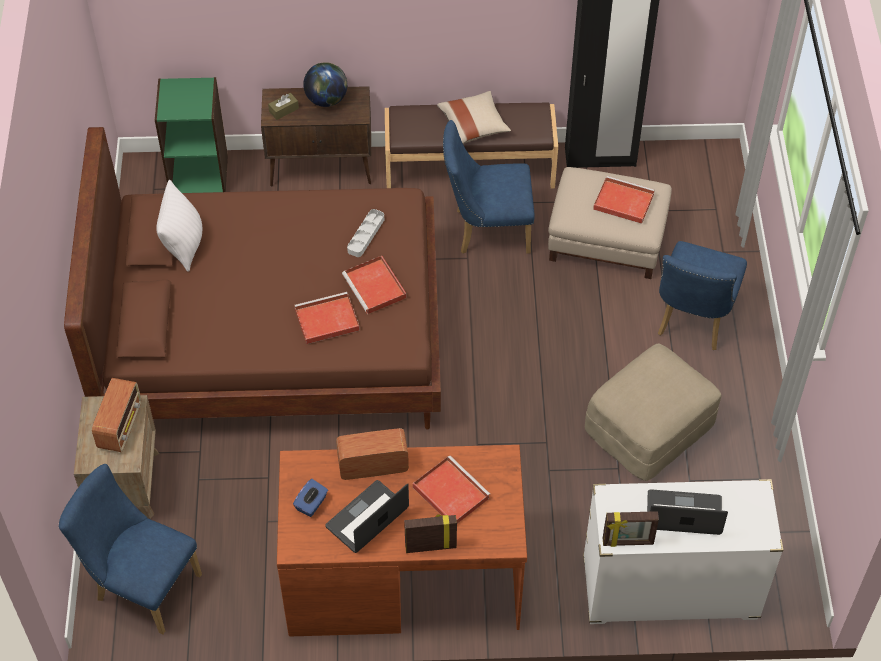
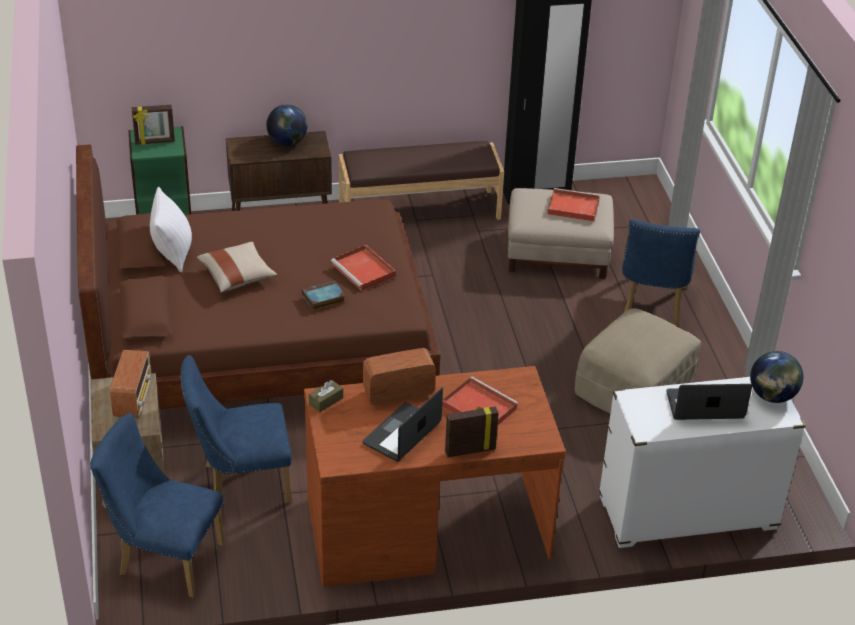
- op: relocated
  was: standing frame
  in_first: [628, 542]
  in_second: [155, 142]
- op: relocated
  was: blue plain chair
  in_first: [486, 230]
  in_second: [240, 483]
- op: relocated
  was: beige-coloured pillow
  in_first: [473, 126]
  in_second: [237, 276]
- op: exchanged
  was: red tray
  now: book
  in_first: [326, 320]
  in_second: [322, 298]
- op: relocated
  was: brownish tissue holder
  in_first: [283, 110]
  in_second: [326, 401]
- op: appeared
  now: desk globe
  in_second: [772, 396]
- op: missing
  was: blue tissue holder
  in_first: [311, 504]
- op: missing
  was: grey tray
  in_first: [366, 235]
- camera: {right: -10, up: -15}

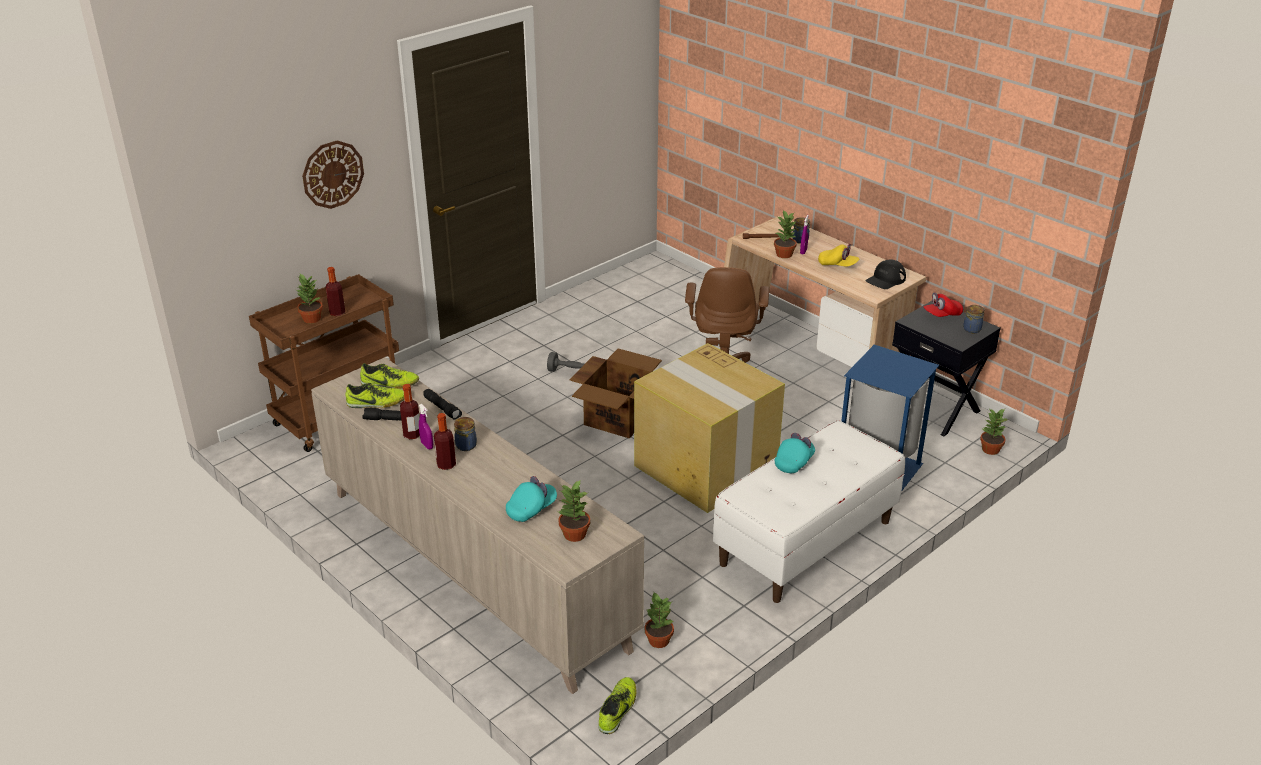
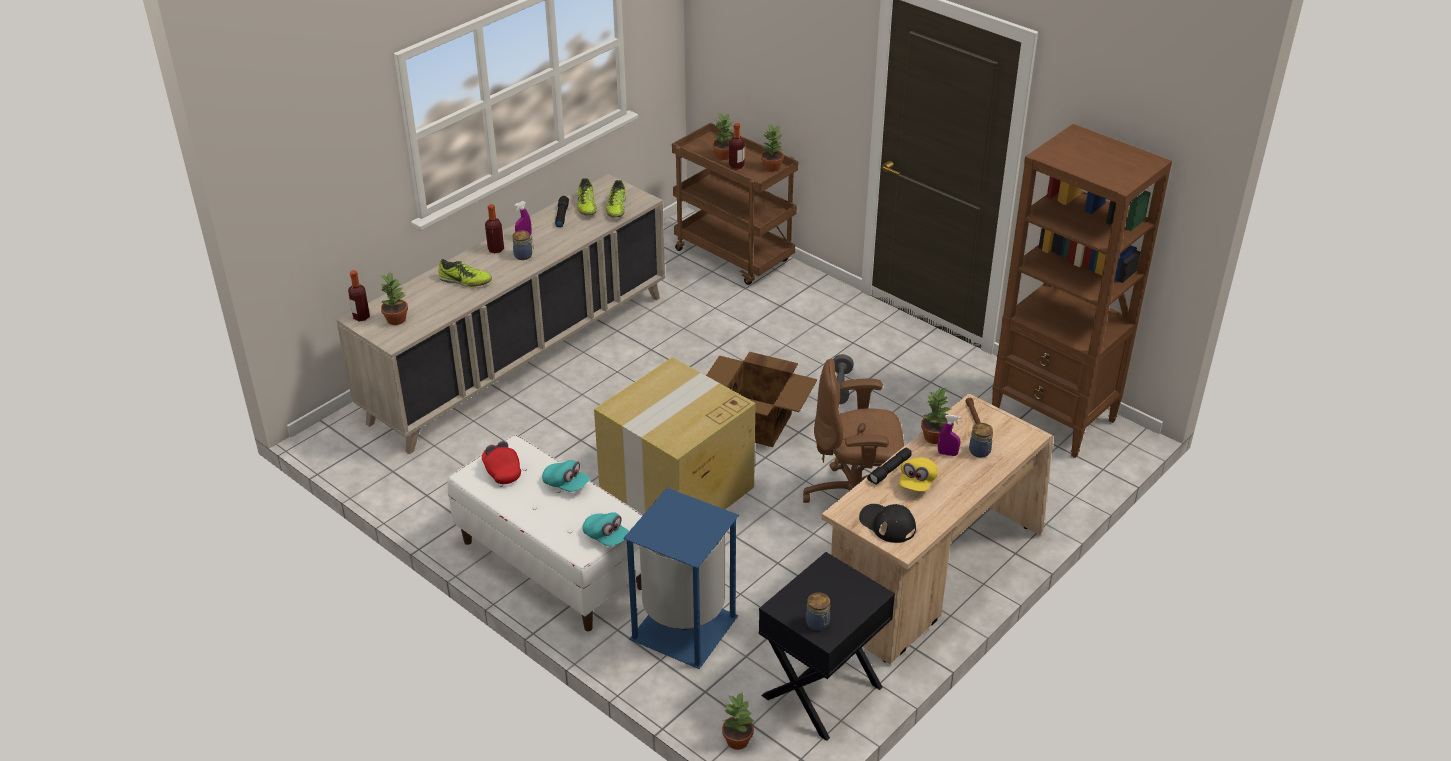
- op: relocated
  was: drink bottle
  in_first: [412, 434]
  in_second: [361, 317]
- op: relocated
  was: shoe
  in_first: [618, 709]
  in_second: [465, 281]
- op: relocated
  was: red cap
  in_first: [942, 315]
  in_second: [502, 471]
- op: relocated
  was: turquoise cap
  in_first: [531, 509]
  in_second: [606, 537]
- op: relocated
  was: potted plant
  in_first: [658, 640]
  in_second: [772, 167]
- op: relocated
  was: blackish torch
  in_first: [443, 408]
  in_second: [890, 471]
- op: appeared
  now: brownish bookcase
  in_second: [1054, 419]
- op: missing
  was: clock on the wall
  in_first: [332, 174]
- camera: {right: 85, up: 5}

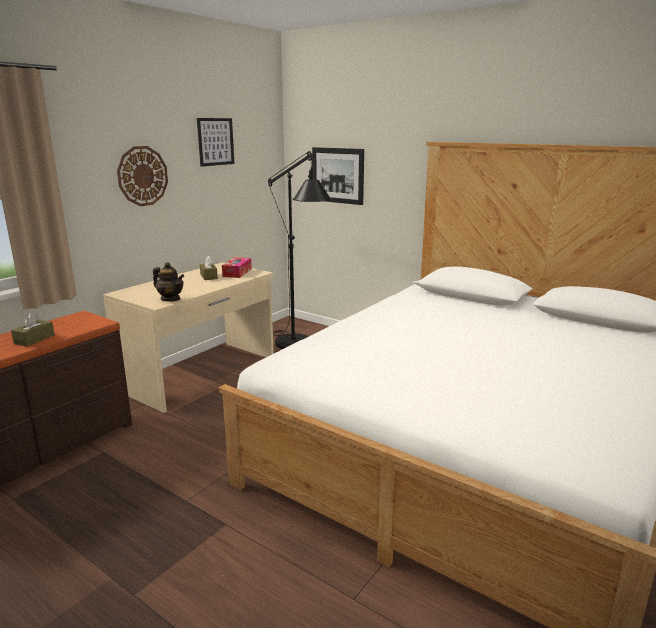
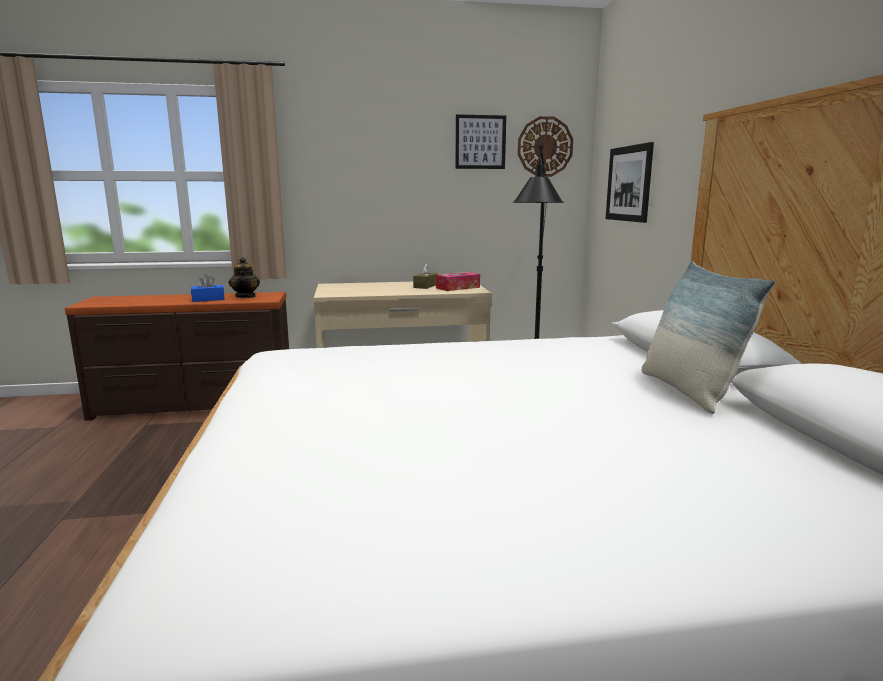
- op: colour
  was: brownish tissue holder
  now: blue tissue holder
  in_first: [34, 339]
  in_second: [208, 299]
- op: relocated
  was: tea pot
  in_first: [170, 299]
  in_second: [246, 296]
- op: relocated
  was: clock on the wall
  in_first: [142, 176]
  in_second: [545, 147]
- op: appeared
  now: pillow
  in_second: [688, 391]
- camera: {right: 45, up: -5}

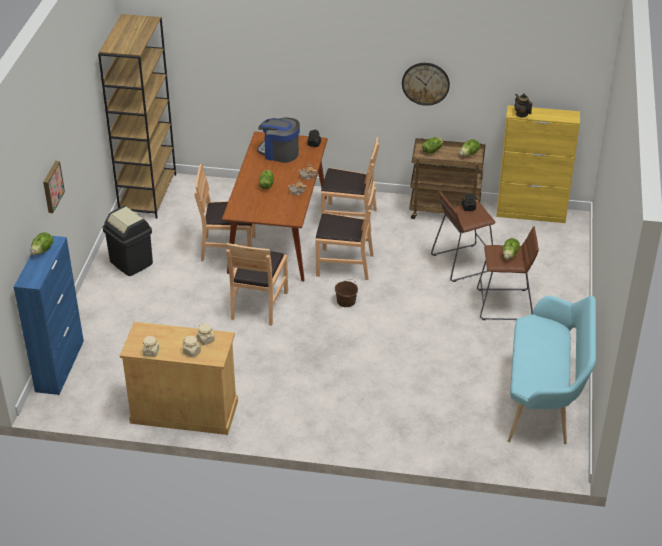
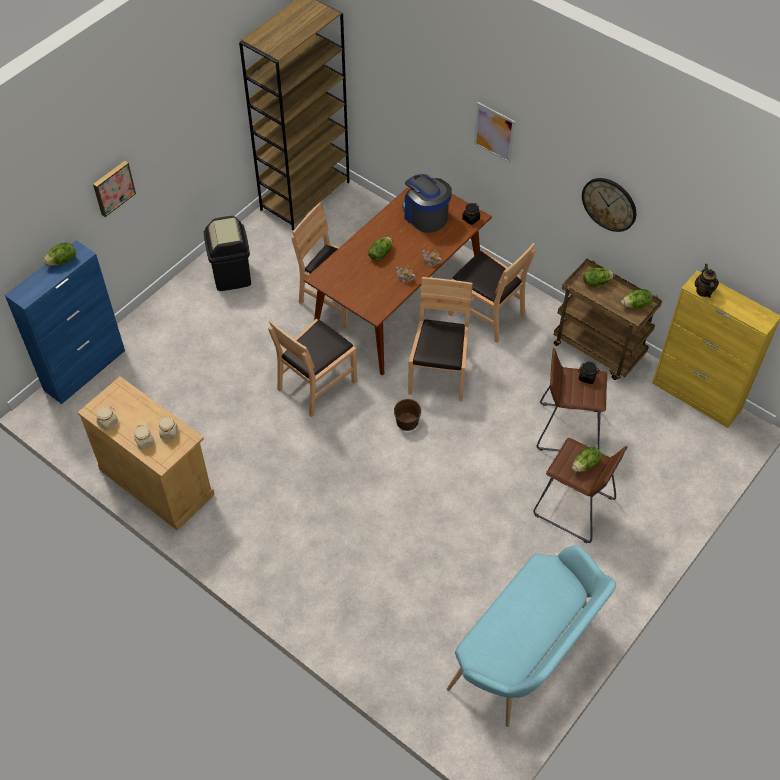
- op: spun
  was: brownish plain chair
  in_first: [344, 264]
  in_second: [439, 373]
  clockwise: -120
- op: appeared
  now: wall picture
  in_second: [494, 132]
- camera: {right: 30, up: 15}

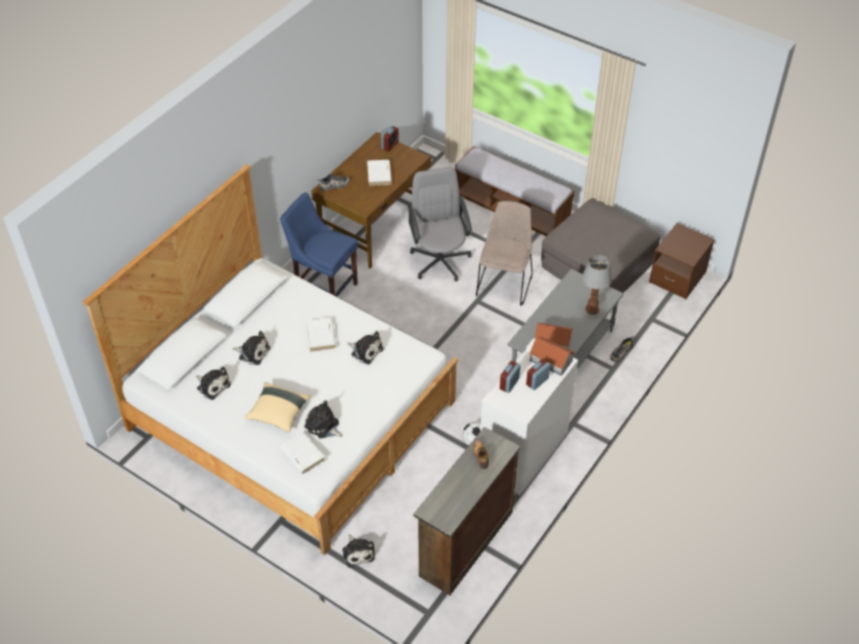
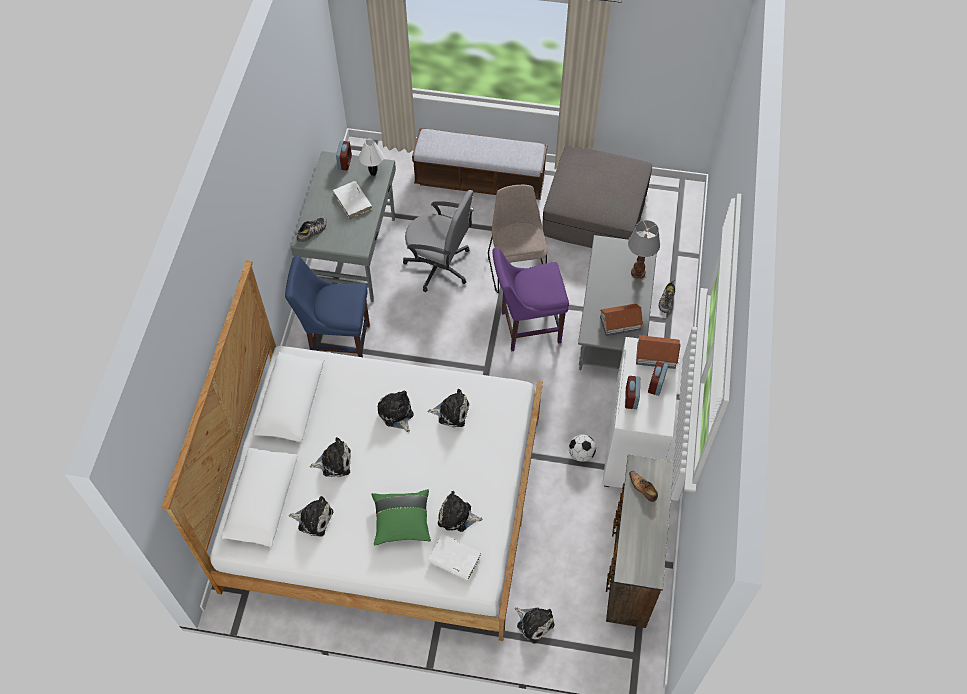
- op: colour
  was: brownish desk table
  now: grey desk table
  in_first: [374, 228]
  in_second: [352, 254]
- op: appeared
  now: white-coloured lamp for a table
  in_second: [373, 173]
- op: colour
  was: beige-coloured pillow
  now: green-coloured pillow
  in_first: [278, 413]
  in_second: [402, 521]
- op: exchanged
  was: white-coloured book
  now: plush toy
  in_first: [321, 336]
  in_second: [396, 414]
- op: spun
  was: grey office chair
  in_first: [440, 260]
  in_second: [439, 266]
  clockwise: 150
- op: appeared
  now: purple-coloured plain chair
  in_second: [527, 327]
- op: missing
  was: brownish night table
  in_first: [677, 277]
- camera: {right: -25, up: 10}

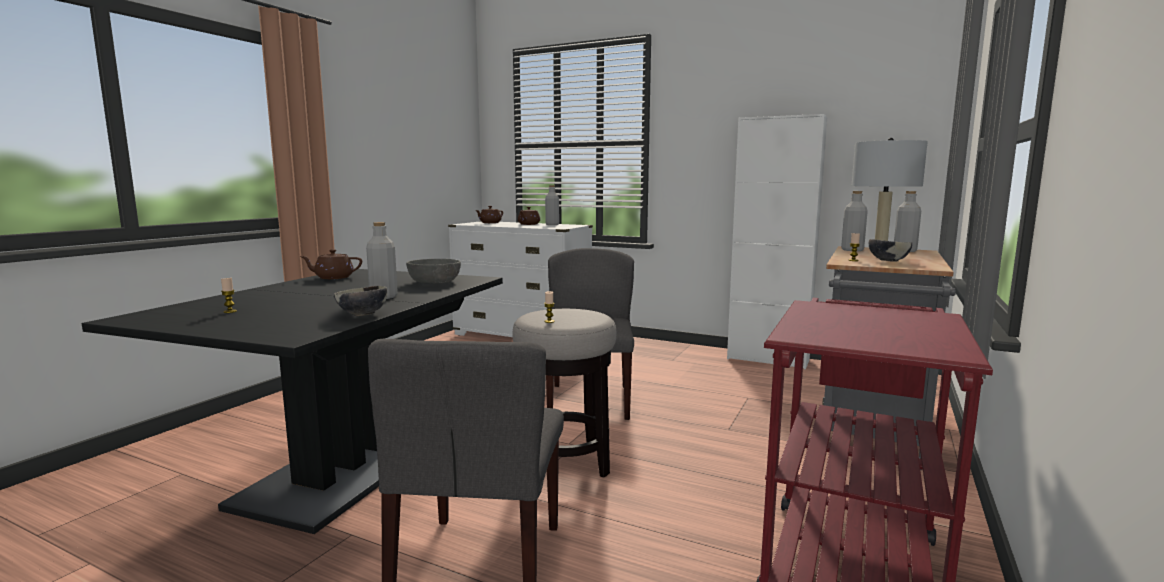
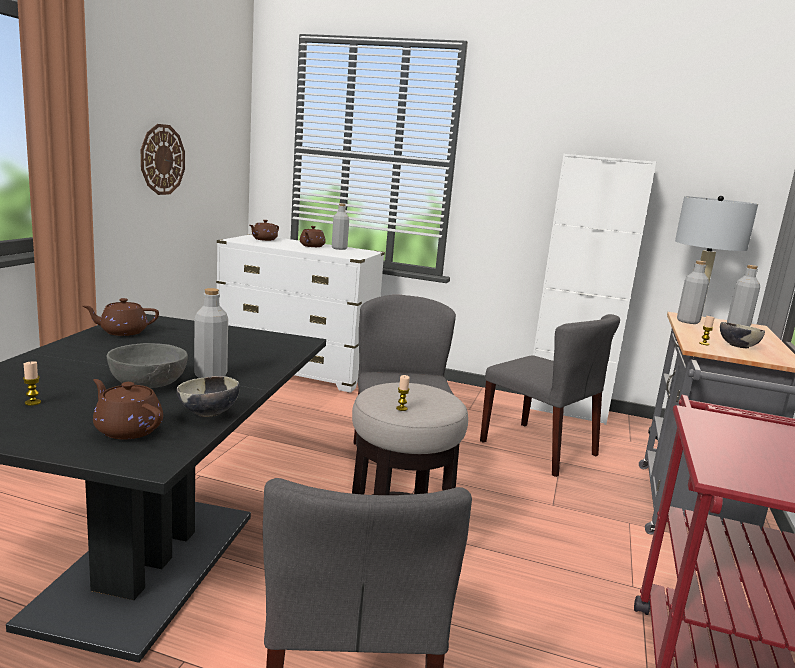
- op: appeared
  now: brownish tea pot
  in_second: [127, 429]
- op: relocated
  was: grey deep dish
  in_first: [434, 282]
  in_second: [148, 381]
- op: appeared
  now: clock on the wall
  in_second: [162, 159]
- op: appeared
  now: grey plain chair
  in_second: [539, 448]
- camera: {right: -10, up: 5}

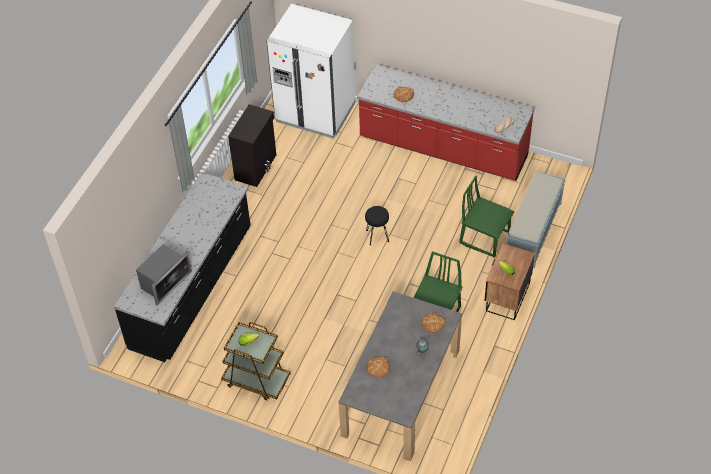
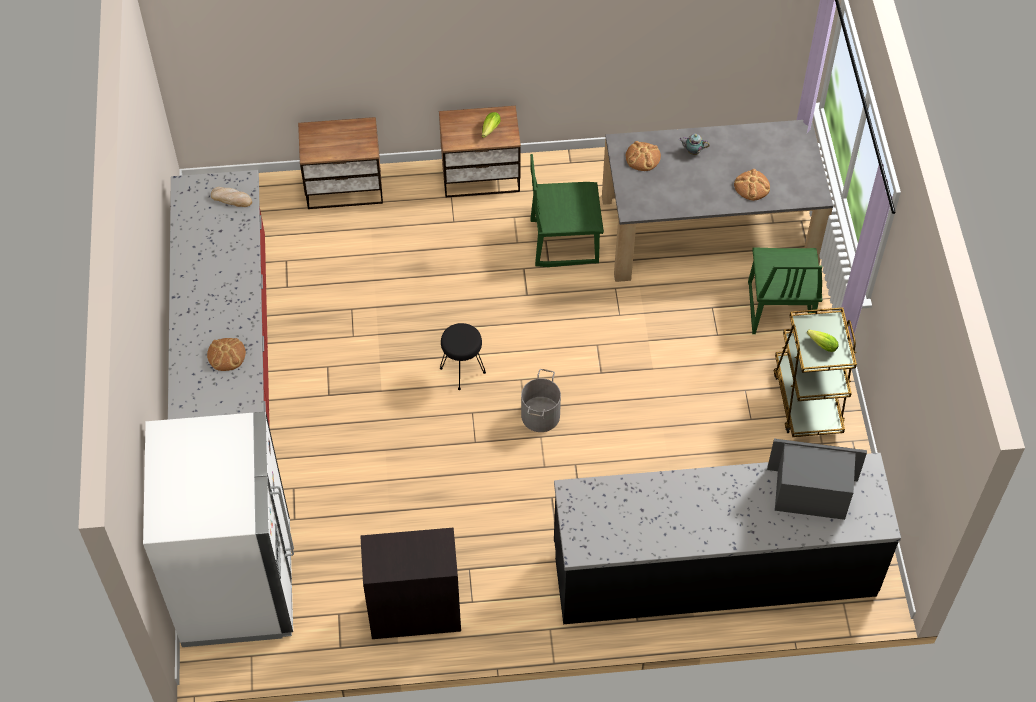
- op: exchanged
  was: grey long seat
  now: night table
  in_first: [533, 231]
  in_second: [345, 189]
- op: appeared
  now: grey bucket
  in_second: [541, 415]
- op: relocated
  was: green-coloured plain chair
  in_first: [485, 237]
  in_second: [779, 308]
- camera: {right: -120, up: 5}

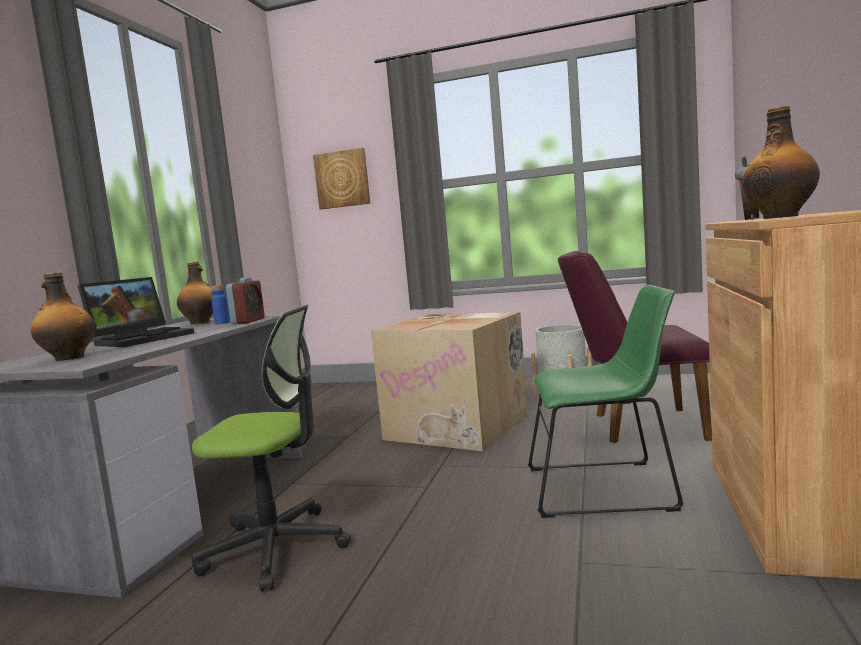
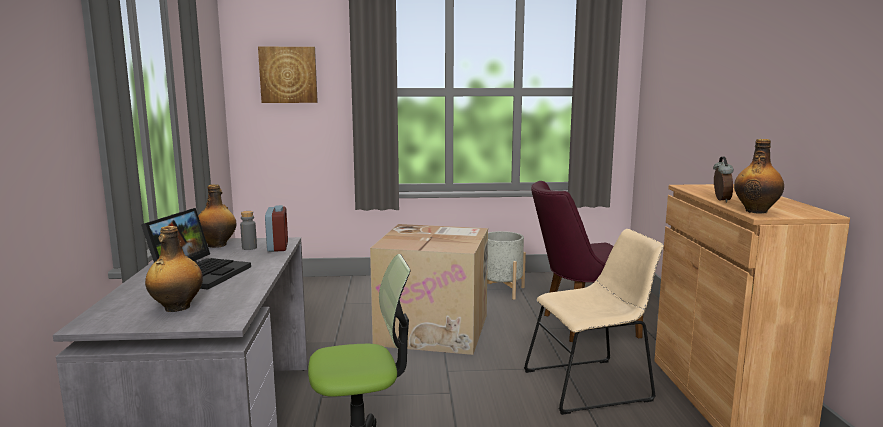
- op: colour
  was: blue drink bottle
  now: grey drink bottle
  in_first: [222, 323]
  in_second: [249, 248]
- op: colour
  was: green-coloured plain chair
  now: beige-coloured plain chair
  in_first: [606, 488]
  in_second: [592, 385]
- camera: {right: -20, up: 5}

